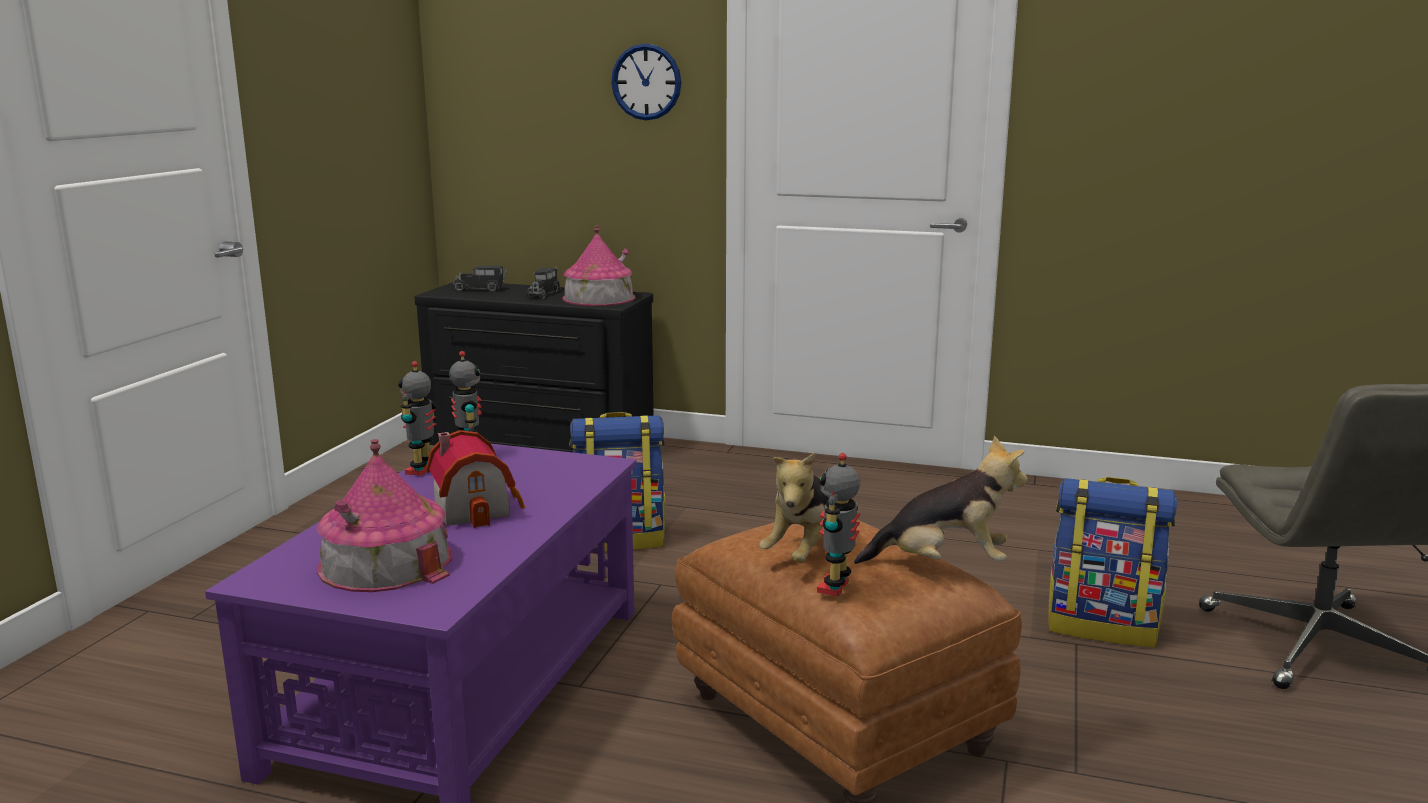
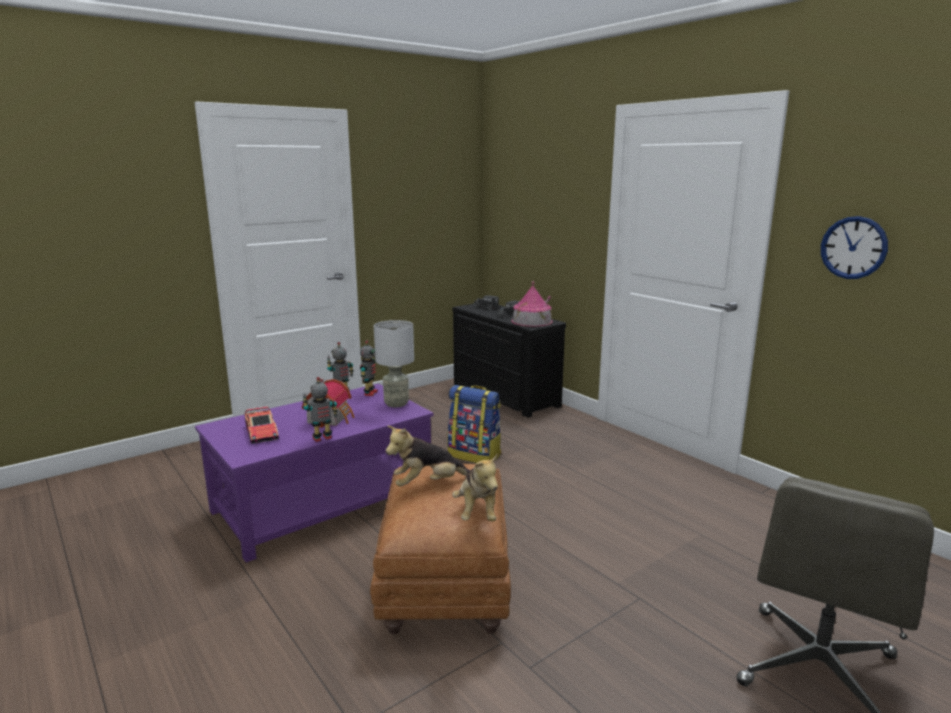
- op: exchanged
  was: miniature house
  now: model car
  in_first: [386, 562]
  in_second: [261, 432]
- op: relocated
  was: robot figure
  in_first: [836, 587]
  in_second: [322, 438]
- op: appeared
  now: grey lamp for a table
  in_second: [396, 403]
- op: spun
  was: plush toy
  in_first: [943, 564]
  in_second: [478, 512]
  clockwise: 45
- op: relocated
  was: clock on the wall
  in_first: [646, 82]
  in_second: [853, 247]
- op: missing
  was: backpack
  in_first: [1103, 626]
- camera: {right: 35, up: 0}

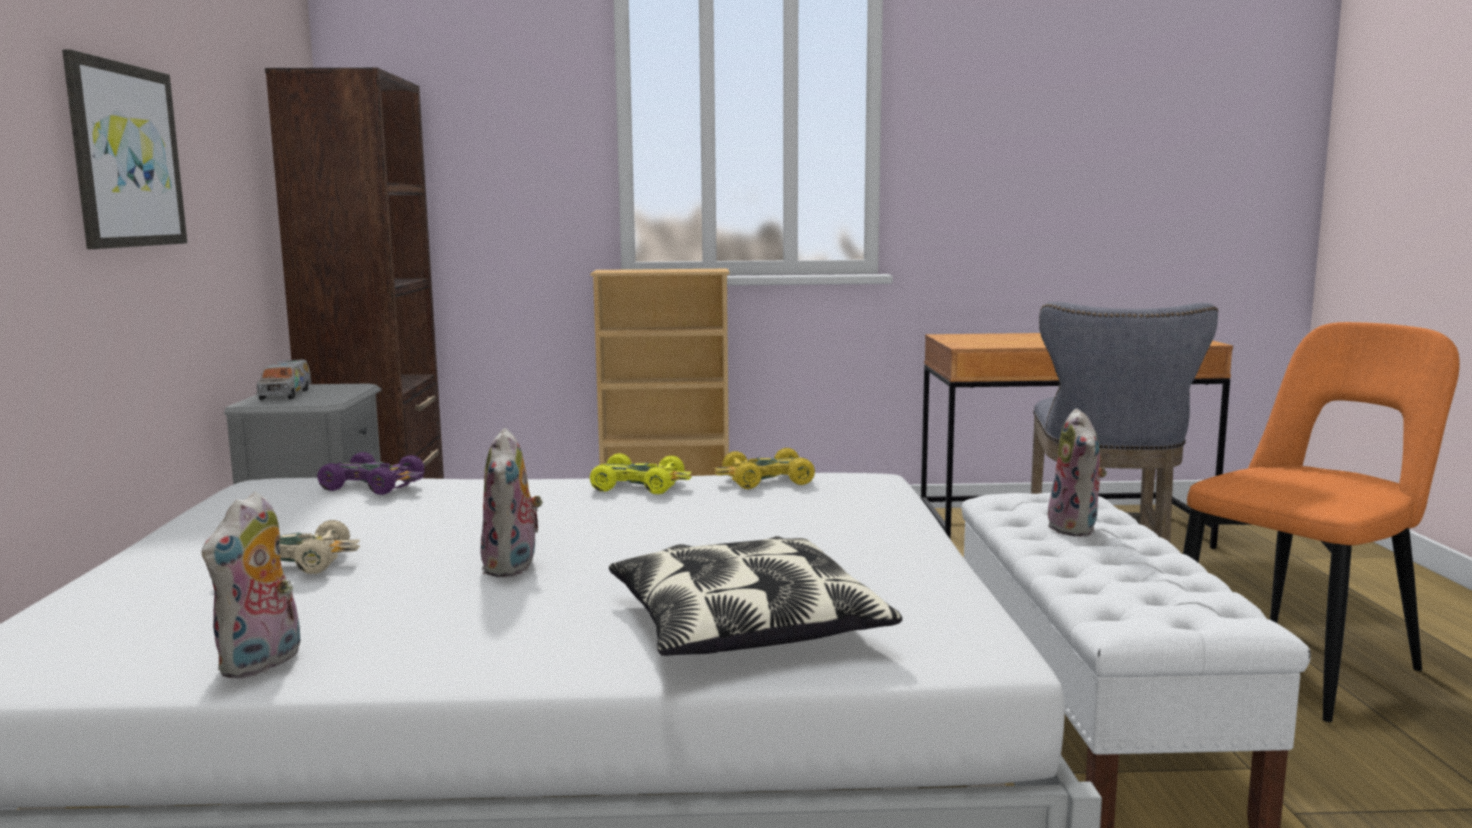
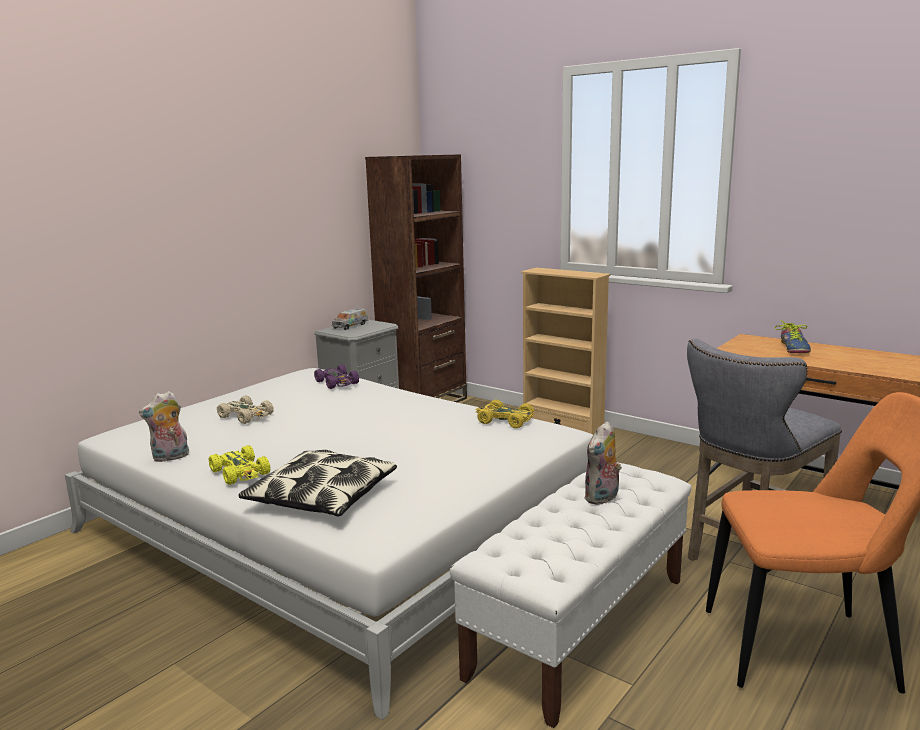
- op: relocated
  was: yellow-coloured model car
  in_first: [640, 486]
  in_second: [241, 473]
- op: appeared
  now: shoe
  in_second: [794, 348]
- op: missing
  was: wall picture
  in_first: [124, 156]
- op: missing
  was: plush toy
  in_first: [513, 567]
- camera: {right: 40, up: 5}

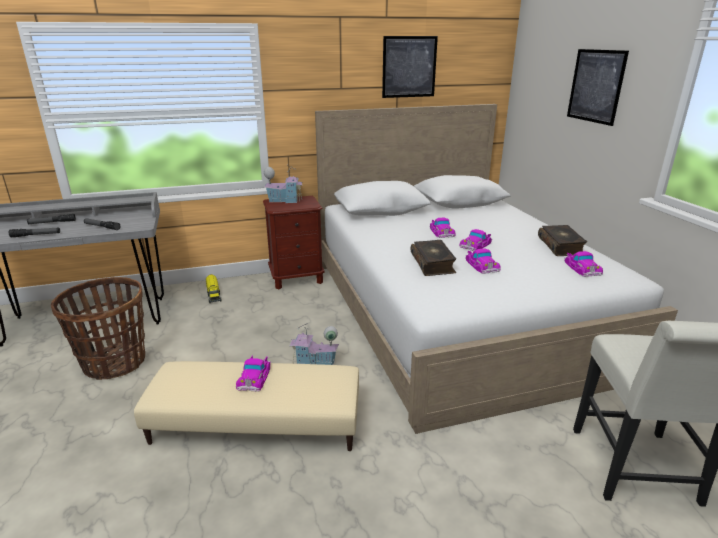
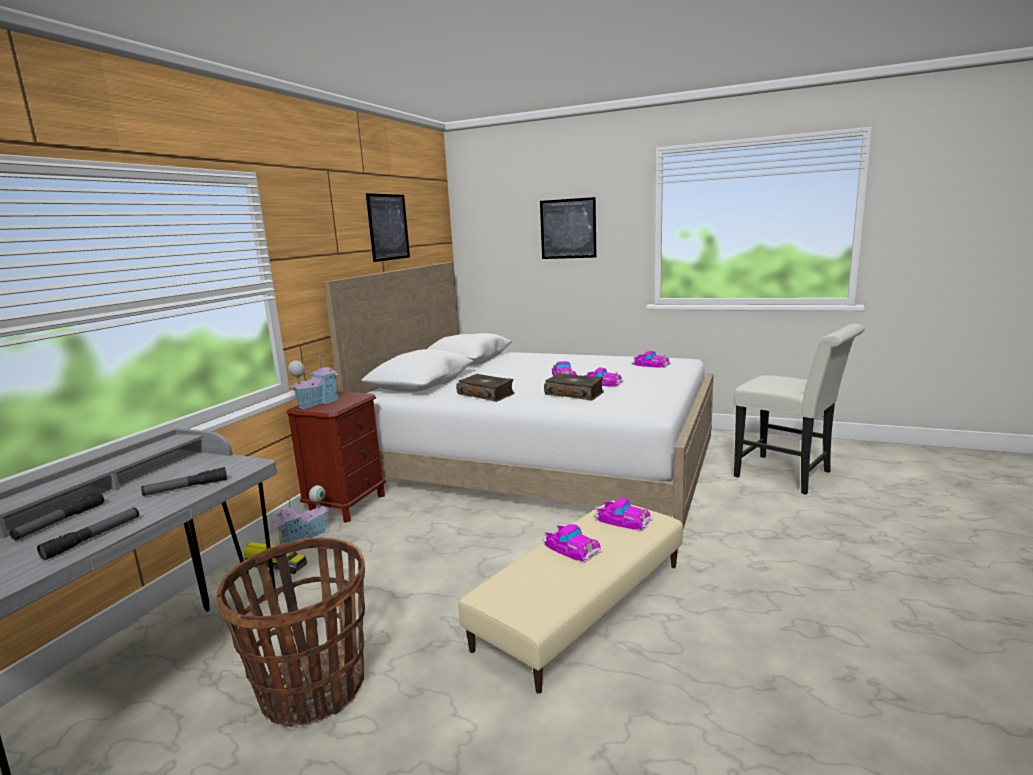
- op: relocated
  was: miniature house
  in_first: [314, 363]
  in_second: [304, 538]
- op: relocated
  was: book
  in_first: [561, 246]
  in_second: [486, 394]
- op: relocated
  was: model car
  in_first: [441, 231]
  in_second: [623, 520]
- camera: {right: -50, up: -10}

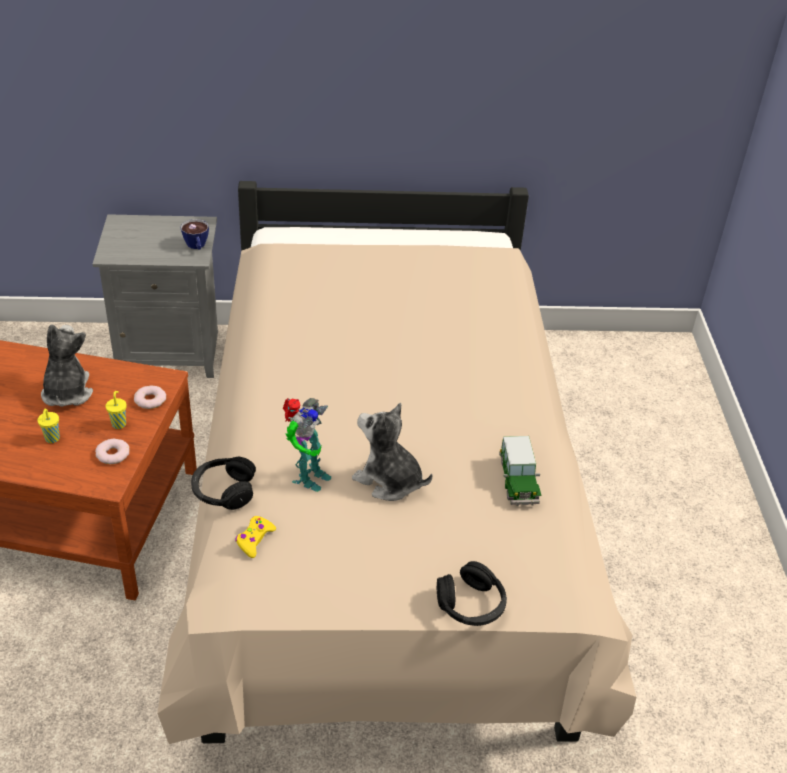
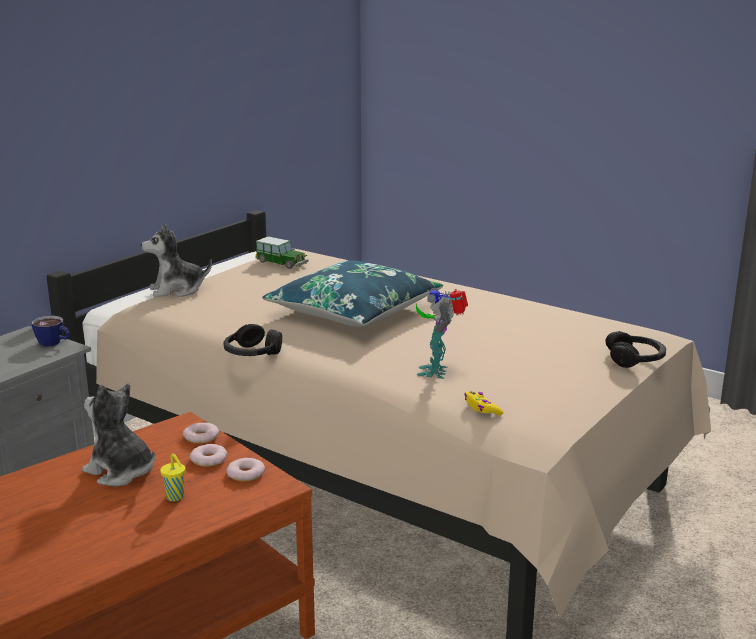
- op: relocated
  was: plush toy
  in_first: [388, 481]
  in_second: [177, 290]
- op: exchanged
  was: yellow-coloured small cup
  now: ring doughnut
  in_first: [119, 424]
  in_second: [209, 459]
- op: relocated
  was: blackish headset
  in_first: [223, 490]
  in_second: [252, 353]
- op: relocated
  was: model car
  in_first: [518, 481]
  in_second: [282, 263]
- op: appeared
  now: blue pillow
  in_second: [354, 311]
- op: spun
  was: robot figure
  in_first: [307, 477]
  in_second: [437, 371]
  clockwise: -150
- camera: {right: -50, up: -20}

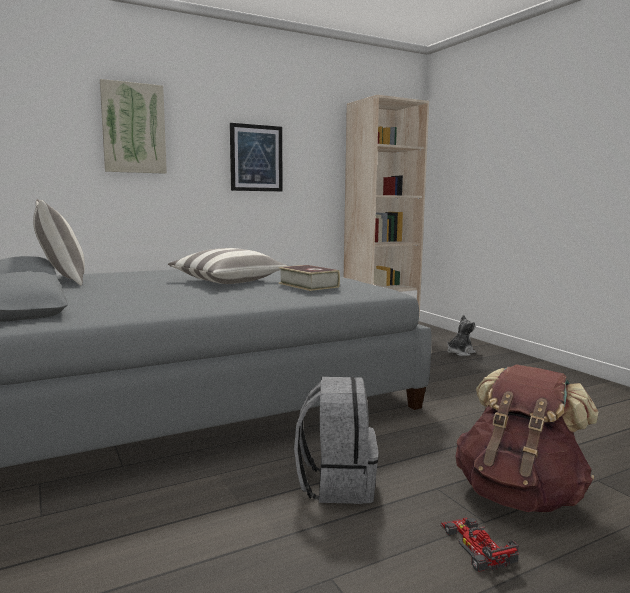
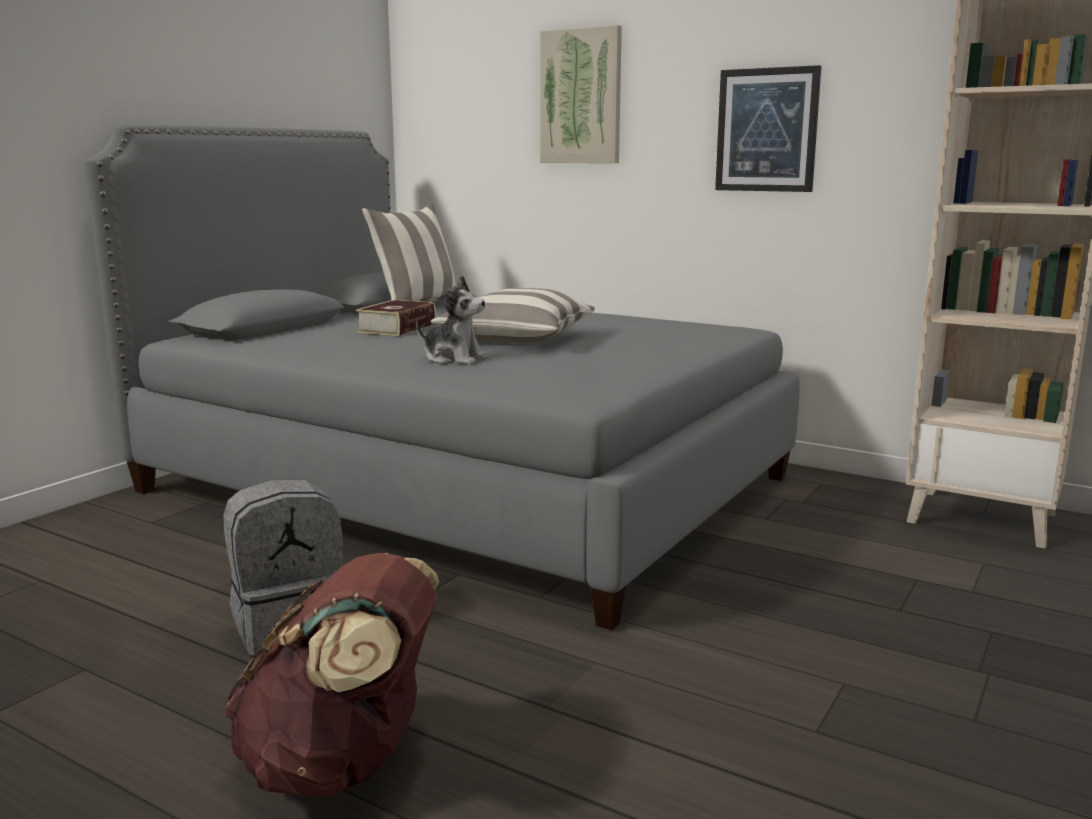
- op: relocated
  was: book
  in_first: [308, 285]
  in_second: [397, 328]
- op: relocated
  was: plush toy
  in_first: [460, 353]
  in_second: [454, 359]
- op: missing
  was: model car
  in_first: [476, 546]
- camera: {right: 60, up: 5}

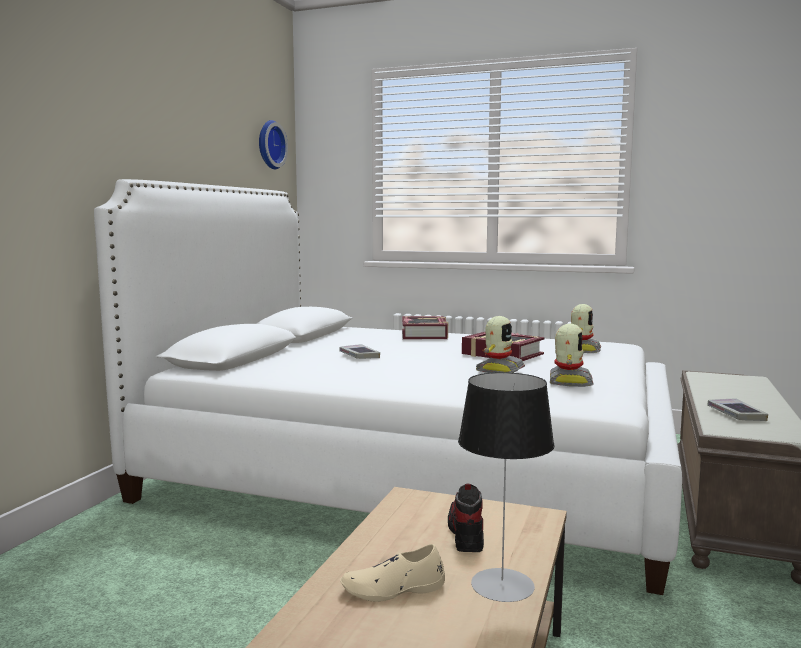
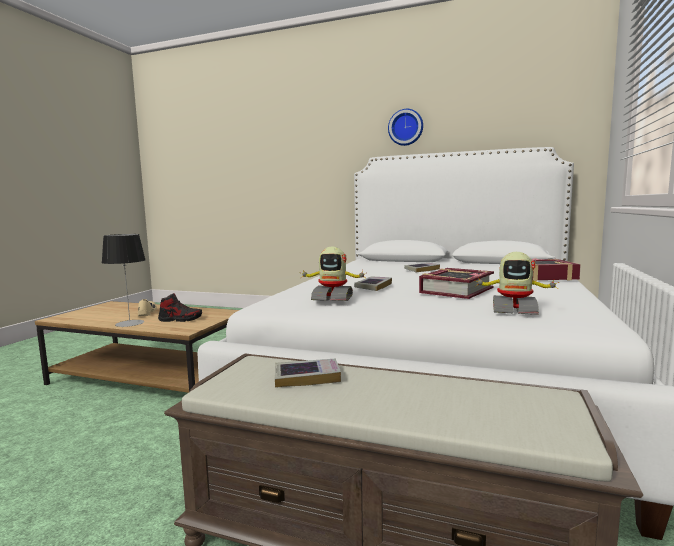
- op: exchanged
  was: robot figure
  now: book
  in_first: [499, 370]
  in_second: [373, 286]
- op: relocated
  was: clock on the wall
  in_first: [269, 145]
  in_second: [406, 127]
- camera: {right: 90, up: 0}

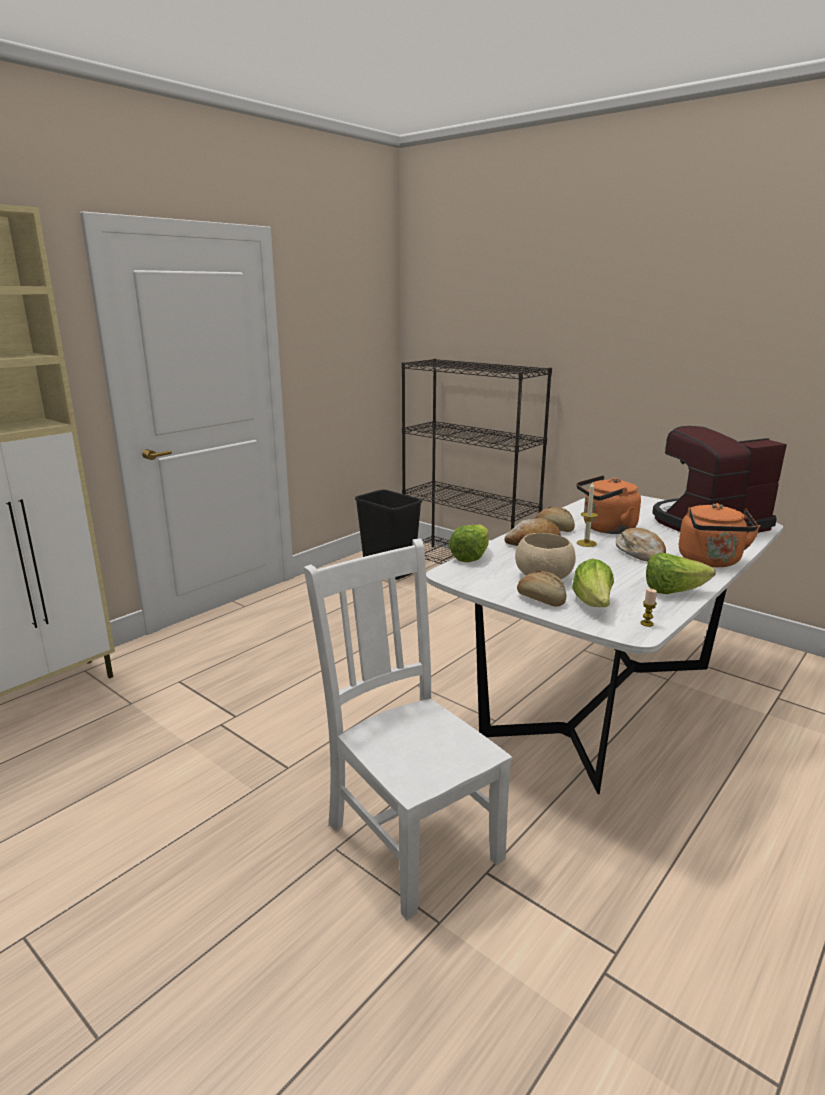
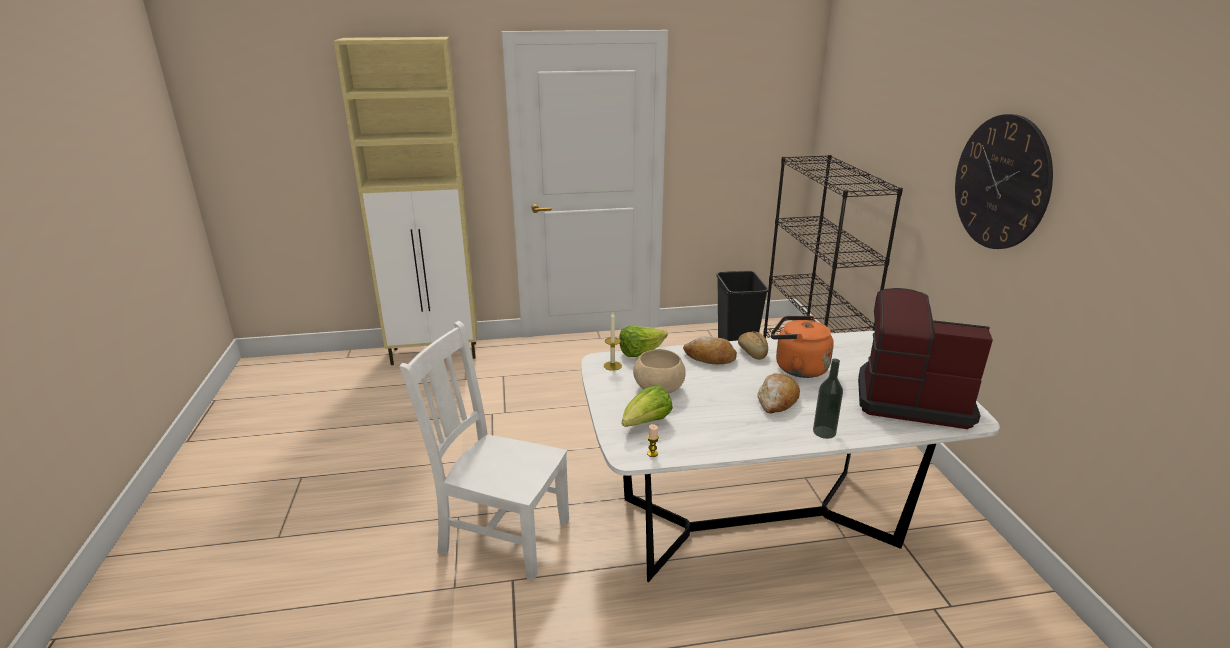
- op: spun
  was: white-coloured plain chair
  in_first: [410, 837]
  in_second: [501, 535]
  clockwise: -75
- op: relocated
  was: wax light
  in_first: [586, 543]
  in_second: [612, 366]
- op: exchanged
  was: orange tea kettle
  now: drink bottle
  in_first: [711, 561]
  in_second: [824, 432]
- op: appeared
  now: clock on the wall
  in_second: [1001, 182]
- op: missing
  was: bakery bread
  in_first: [541, 599]
- op: missing
  was: head of lettuce
  in_first: [673, 591]
- camera: {right: 40, up: 5}

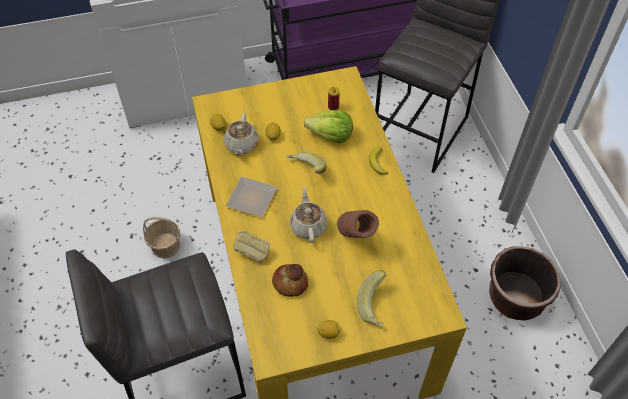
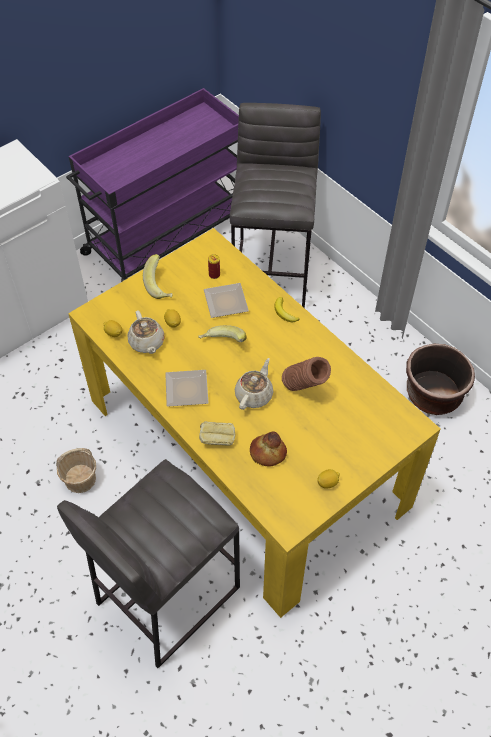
- op: relocated
  was: banana fruit
  in_first: [376, 306]
  in_second: [161, 286]
- op: exchanged
  was: head of lettuce
  now: flat dish
  in_first: [330, 136]
  in_second: [227, 303]
- op: spun
  was: beige-coloured tea pot
  in_first: [308, 226]
  in_second: [254, 394]
  clockwise: 60
- camera: {right: -25, up: 0}

